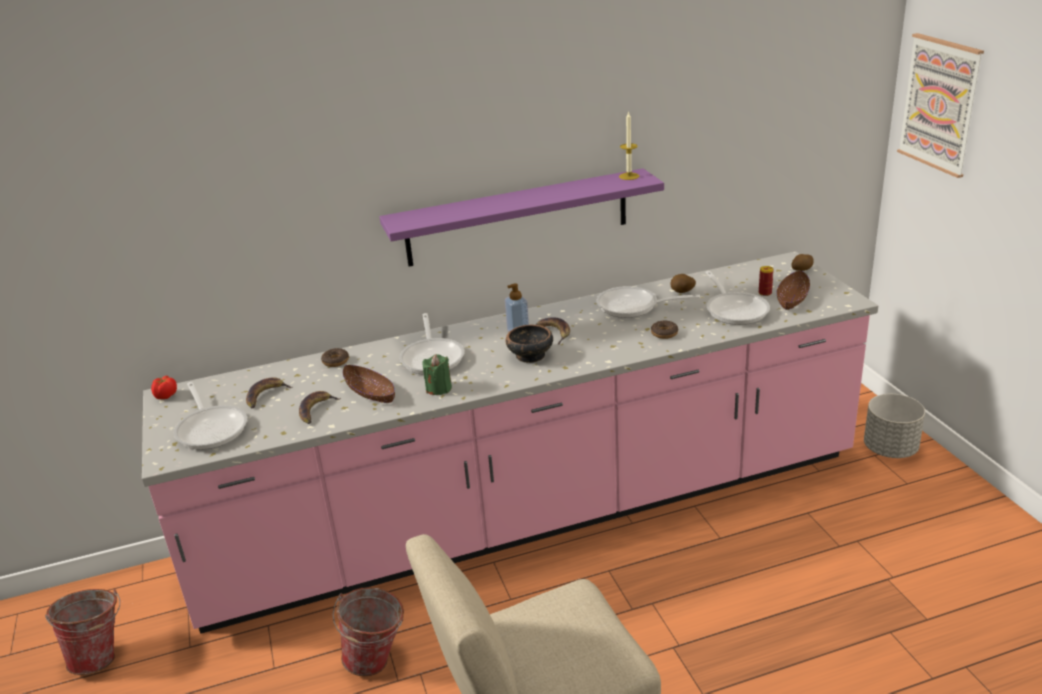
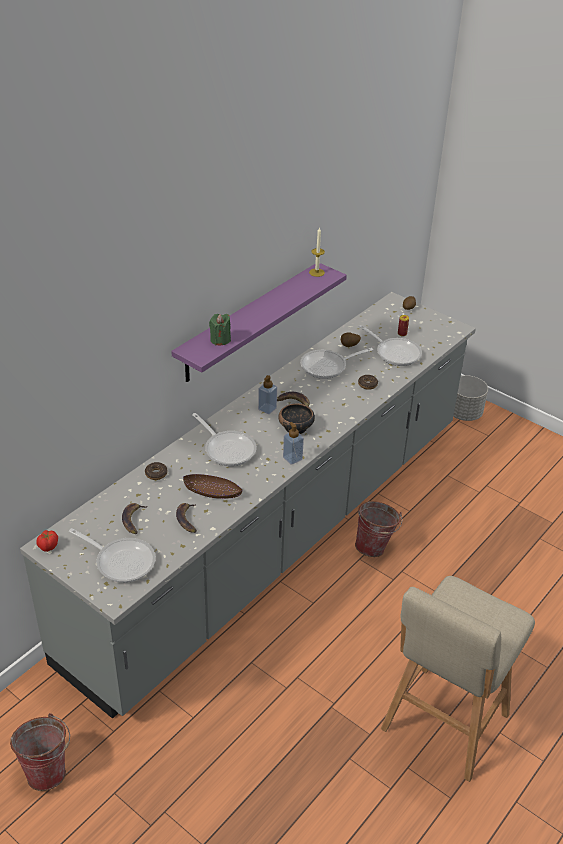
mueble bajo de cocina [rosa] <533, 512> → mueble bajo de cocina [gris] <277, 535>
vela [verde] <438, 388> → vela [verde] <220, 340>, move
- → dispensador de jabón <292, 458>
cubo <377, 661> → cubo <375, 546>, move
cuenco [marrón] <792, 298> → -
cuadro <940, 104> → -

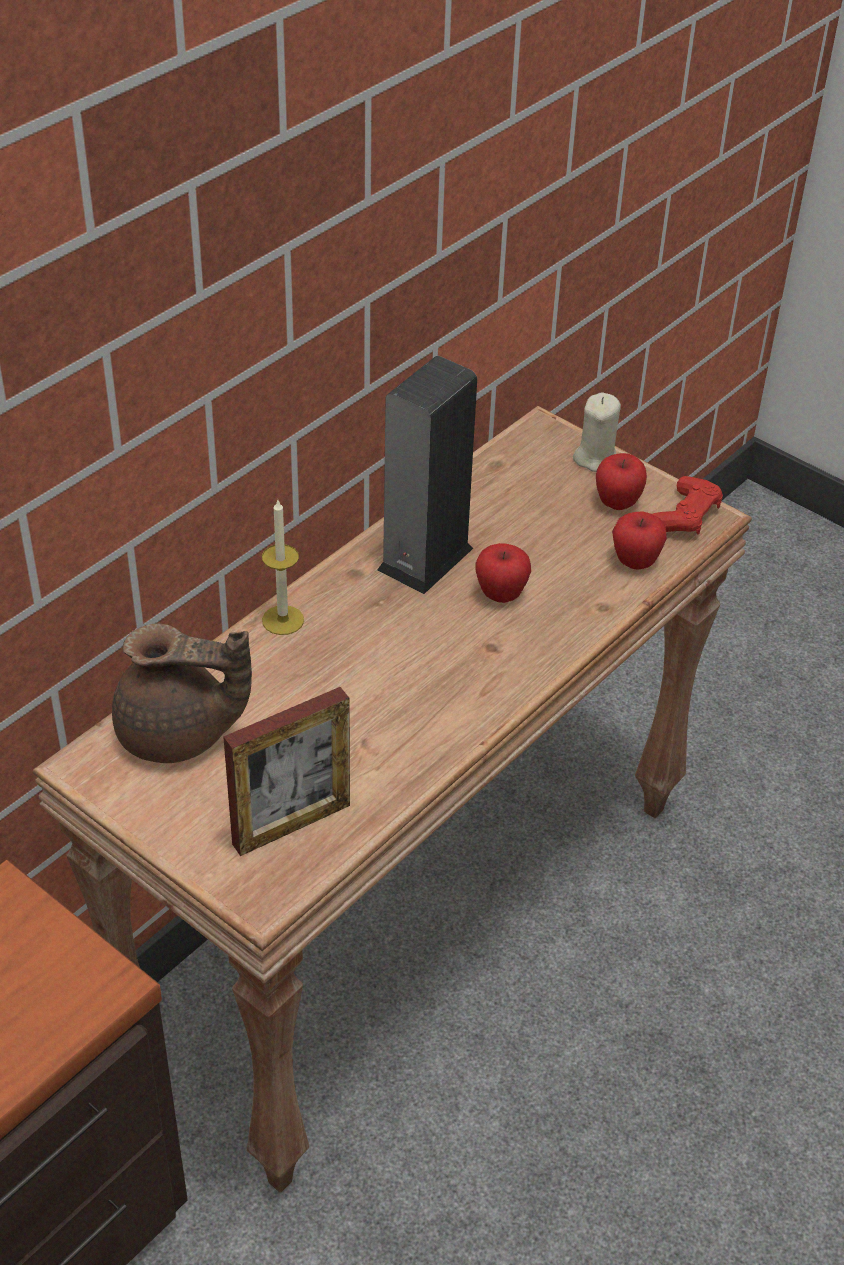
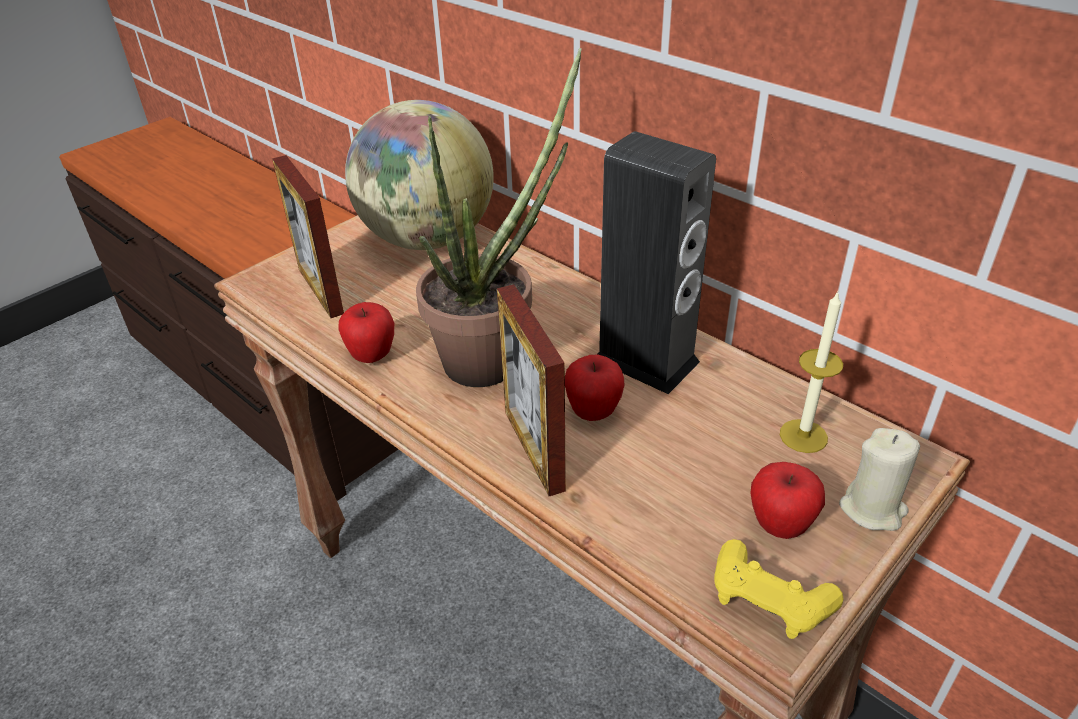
manzana <635, 562> → manzana <372, 356>, move
tetera [marrón] <178, 735> → globo terráqueo <427, 239>
- → planta en maceta <495, 355>
- → portarretratos <534, 450>
mando de consola [rojo] <684, 517> → mando de consola [amarillo] <768, 600>
vela <283, 620> → vela <803, 436>, move

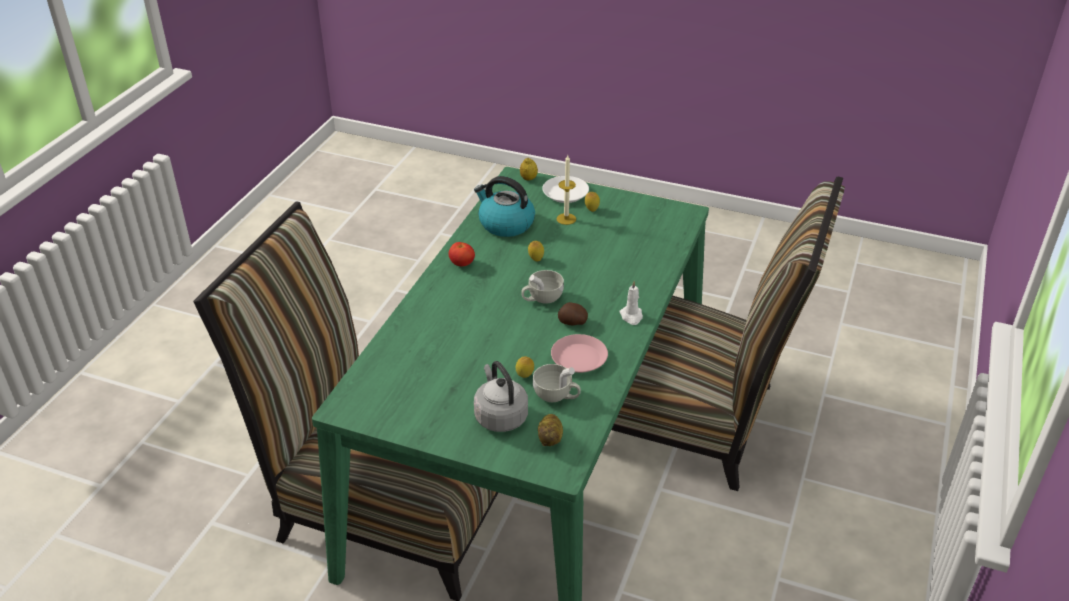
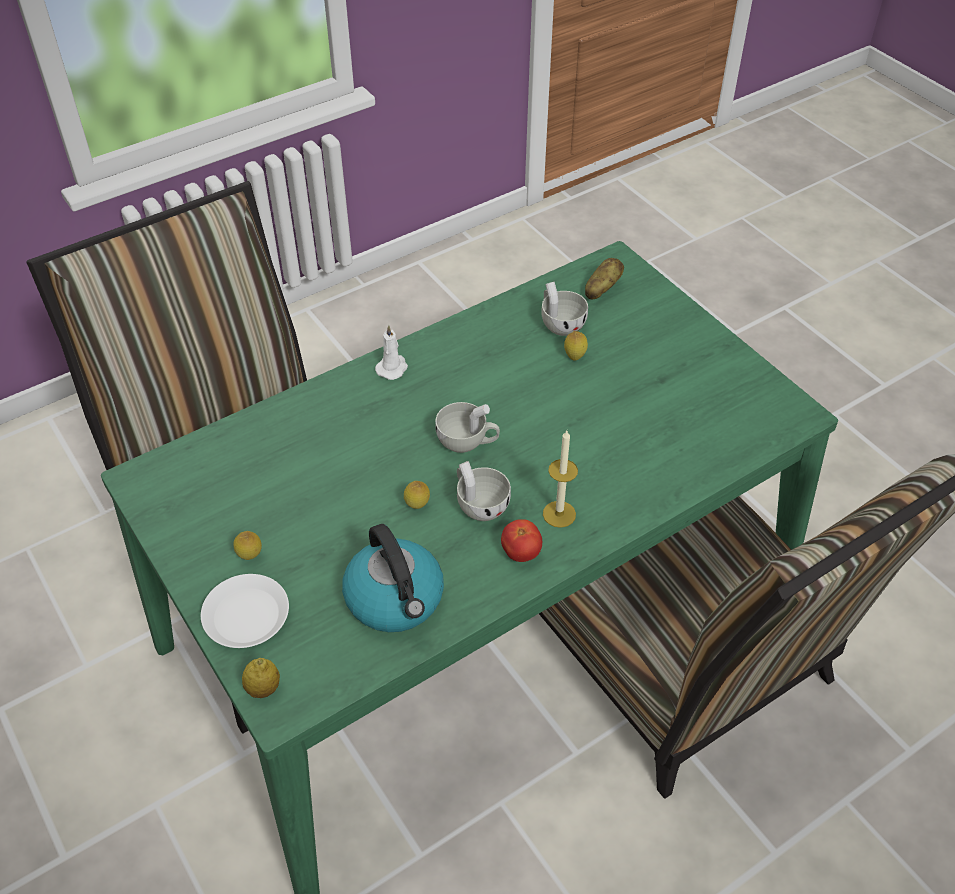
- → taza [blanco] <479, 504>
vela <566, 219> → vela <559, 514>, move
hervidor [gris] <500, 416> → -
plato [rosa] <579, 358> → -
patata <572, 323> → -

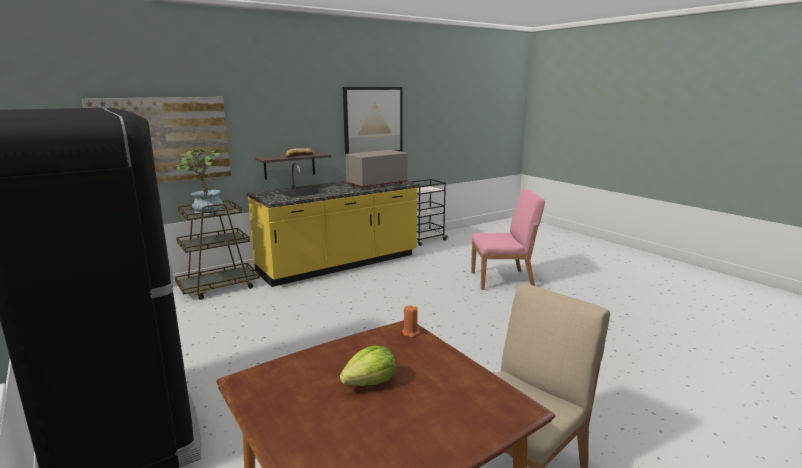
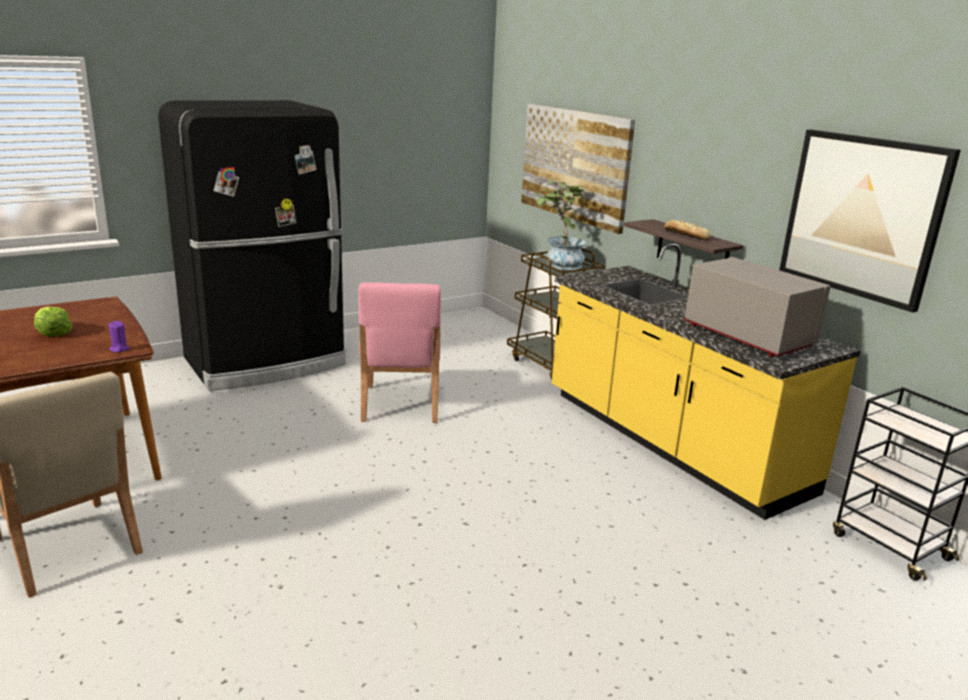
vela [naranja] <410, 333> → vela [morado] <119, 349>
silla [rosa] <503, 280> → silla [rosa] <400, 404>, move

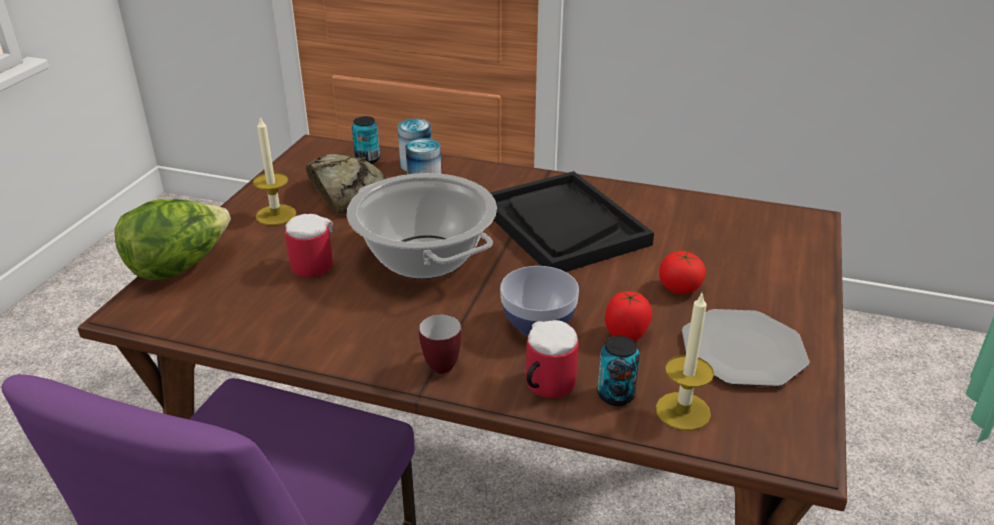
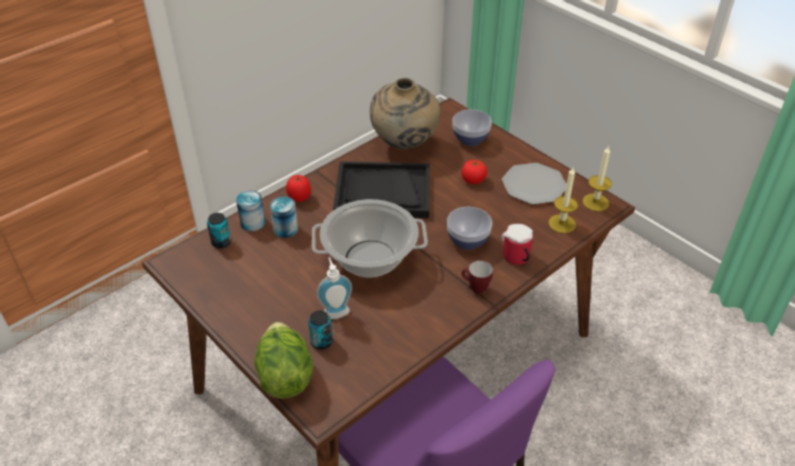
tomate <626, 334> → tomate <299, 197>, move
lata <615, 395> → lata <321, 342>, move
taza grande <309, 264> → dispensador de jabón <335, 311>
- → florero [beis] <405, 144>
- → cuenco <470, 139>
vela <276, 215> → vela <595, 202>, move
pan <346, 192> → -

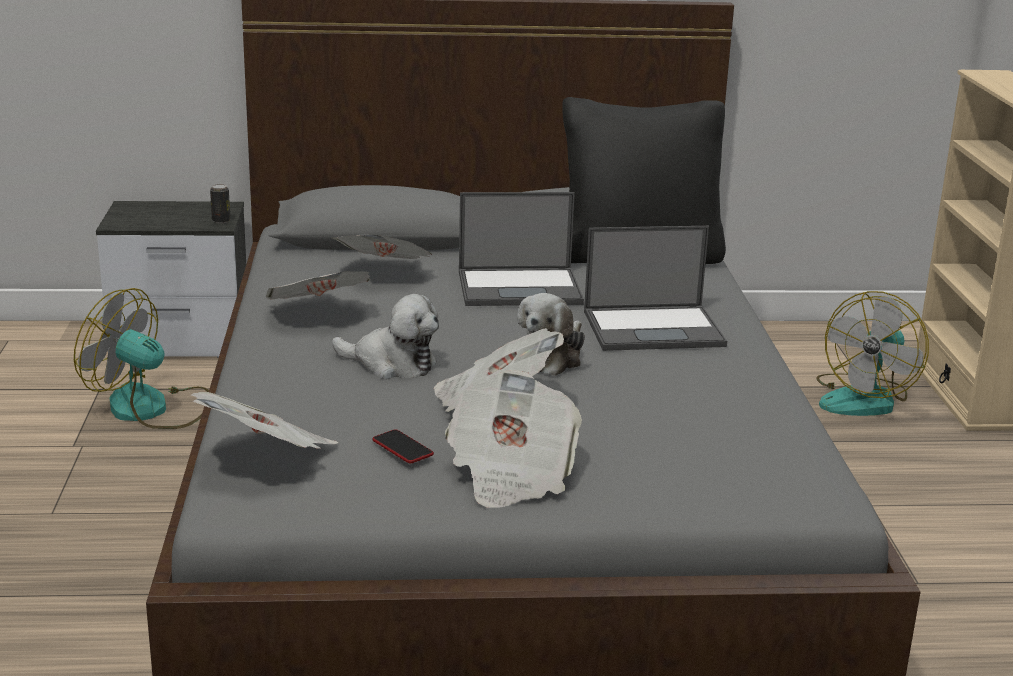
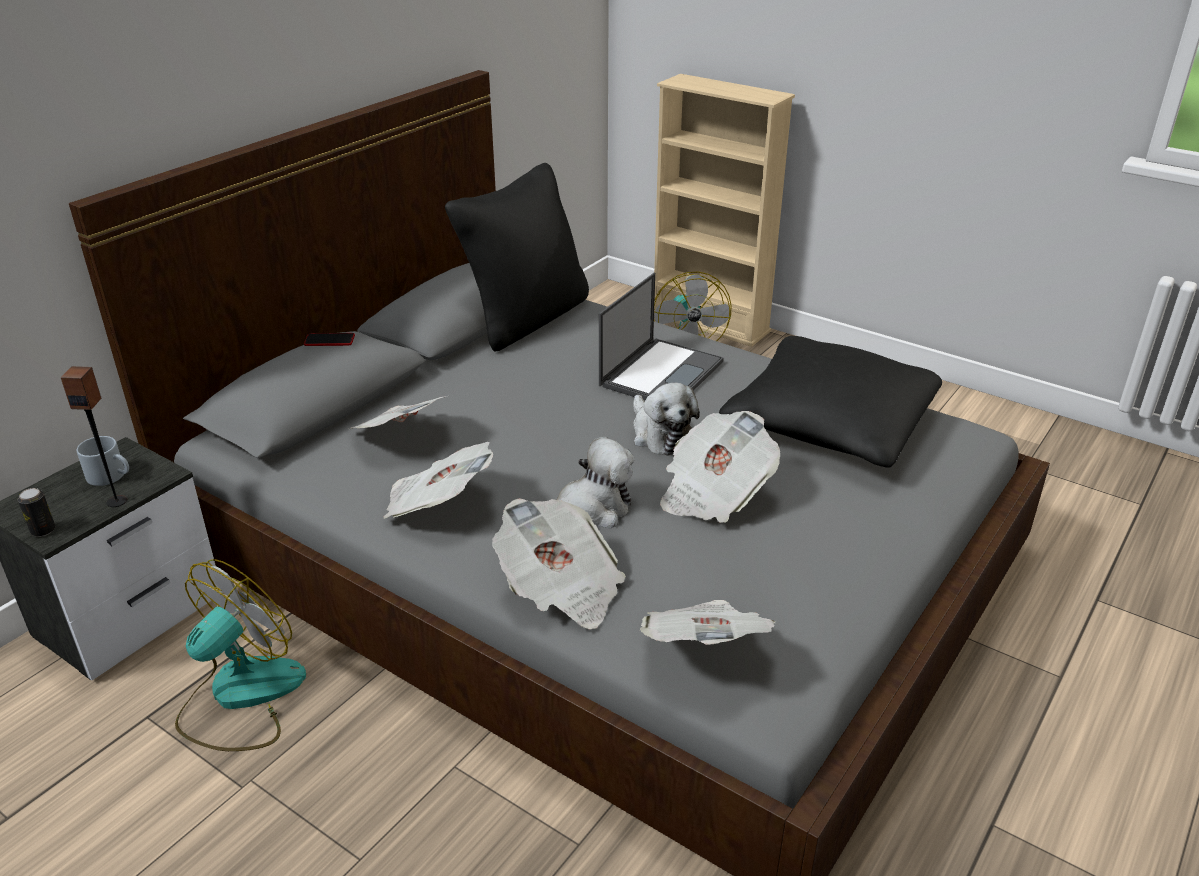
lata <221, 221> → lata <43, 530>, move
- → altavoz <117, 501>
- → taza grande [gris] <112, 476>
ventilador <151, 408> → ventilador <240, 697>, 150 degrees clockwise
móvil <402, 448> → móvil <329, 340>, move
periódico <511, 473> → periódico <561, 588>, move
- → cojín [negro] <829, 424>
portátil <521, 288> → -

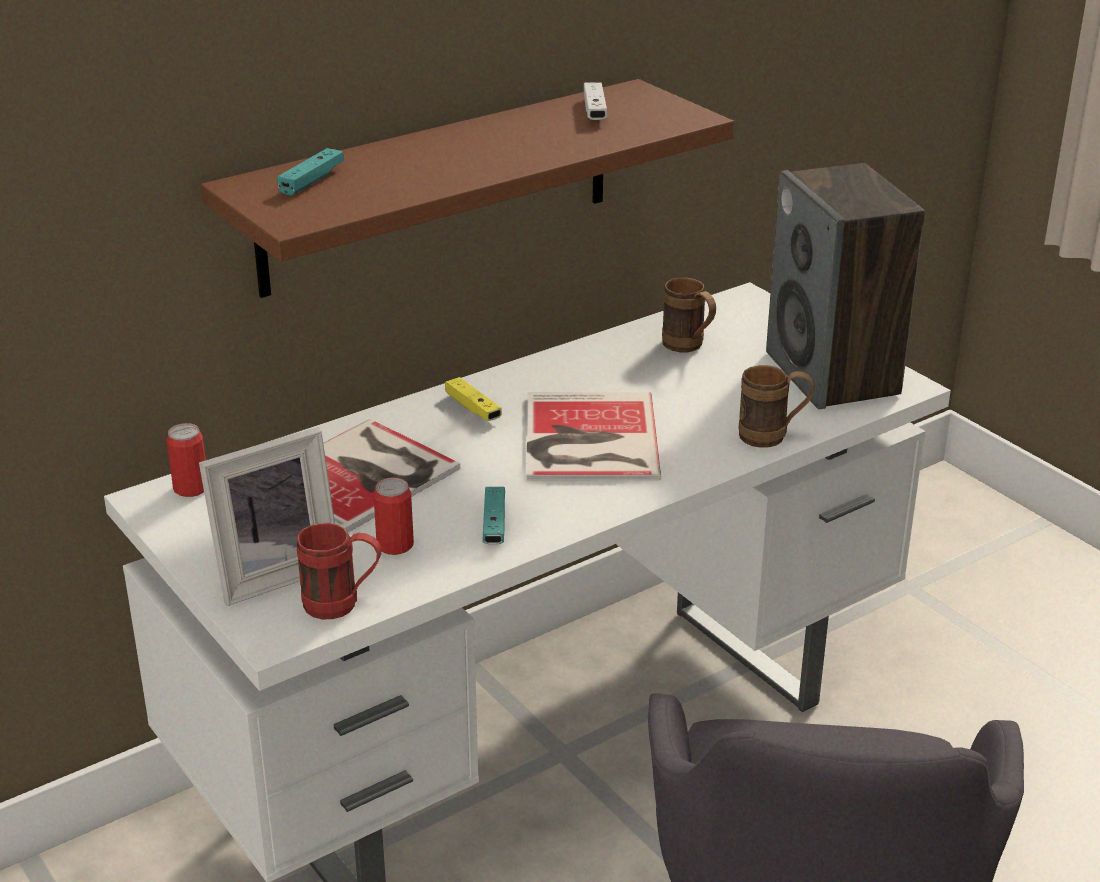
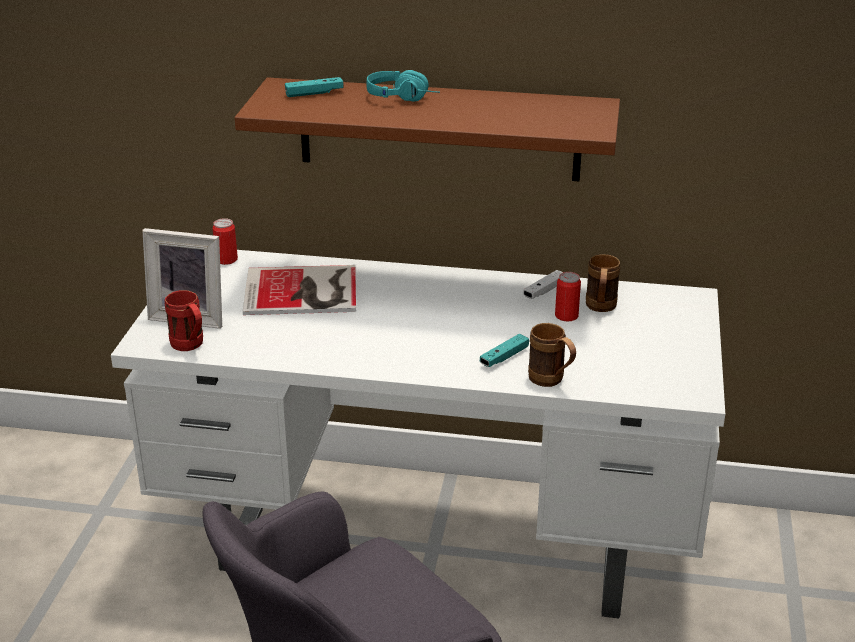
- → auriculares [turquesa] <404, 97>
mando de consola [turquesa] <494, 525> → mando de consola [turquesa] <504, 357>, move
mando de consola [blanco] <594, 111> → mando de consola [blanco] <544, 291>, move
lata <395, 545> → lata <566, 316>, move
mando de consola [amarillo] <473, 408> → -
libro <587, 440> → -
altavoz <833, 374> → -

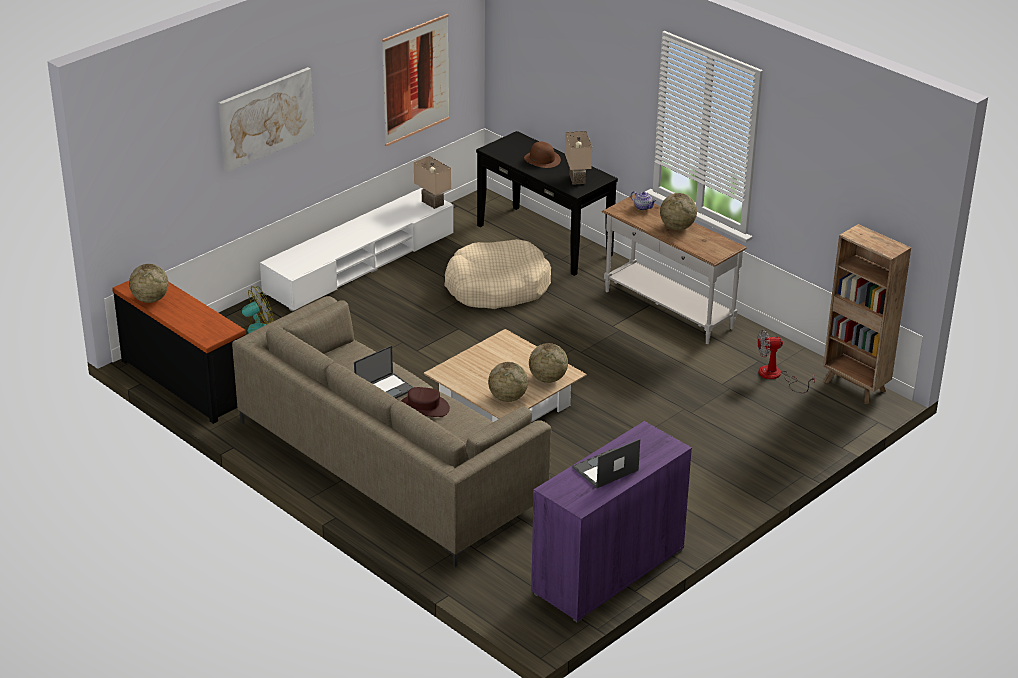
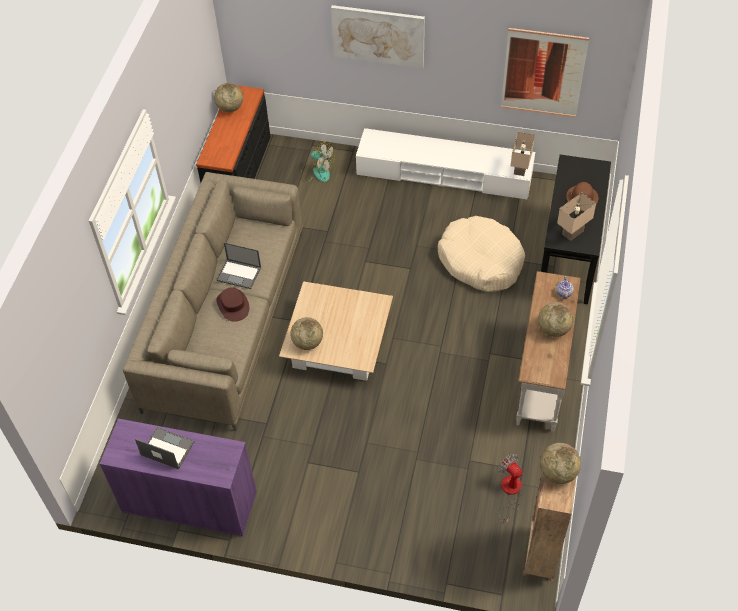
globo terráqueo <547, 379> → globo terráqueo <558, 472>, move

